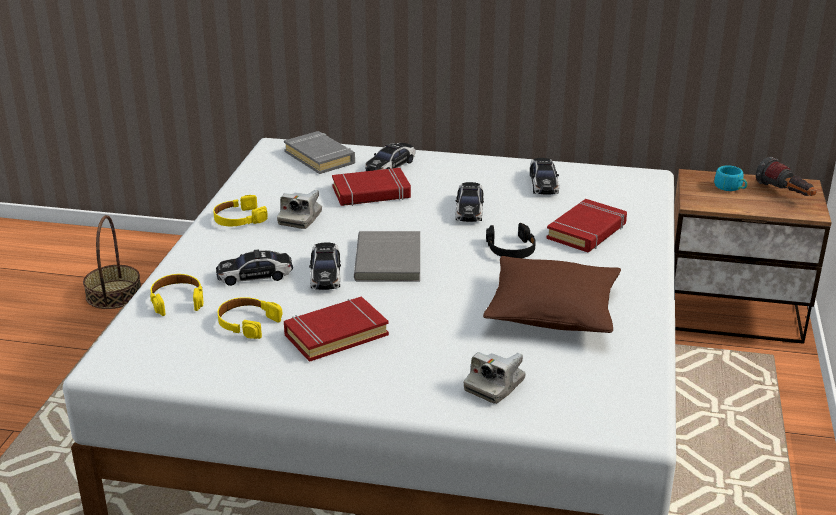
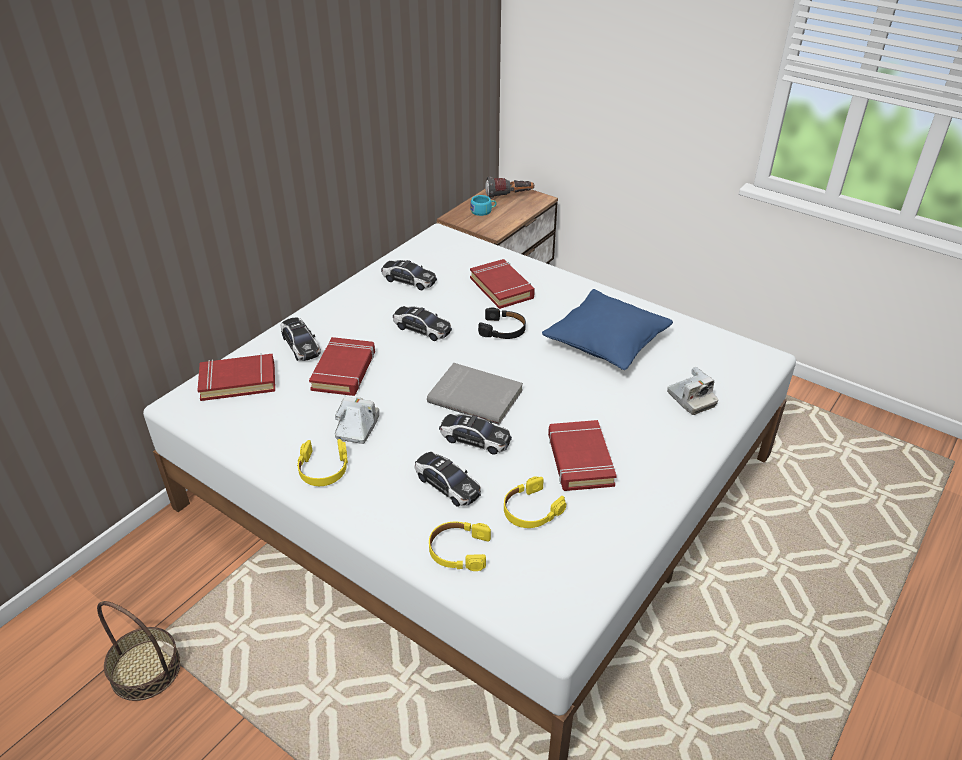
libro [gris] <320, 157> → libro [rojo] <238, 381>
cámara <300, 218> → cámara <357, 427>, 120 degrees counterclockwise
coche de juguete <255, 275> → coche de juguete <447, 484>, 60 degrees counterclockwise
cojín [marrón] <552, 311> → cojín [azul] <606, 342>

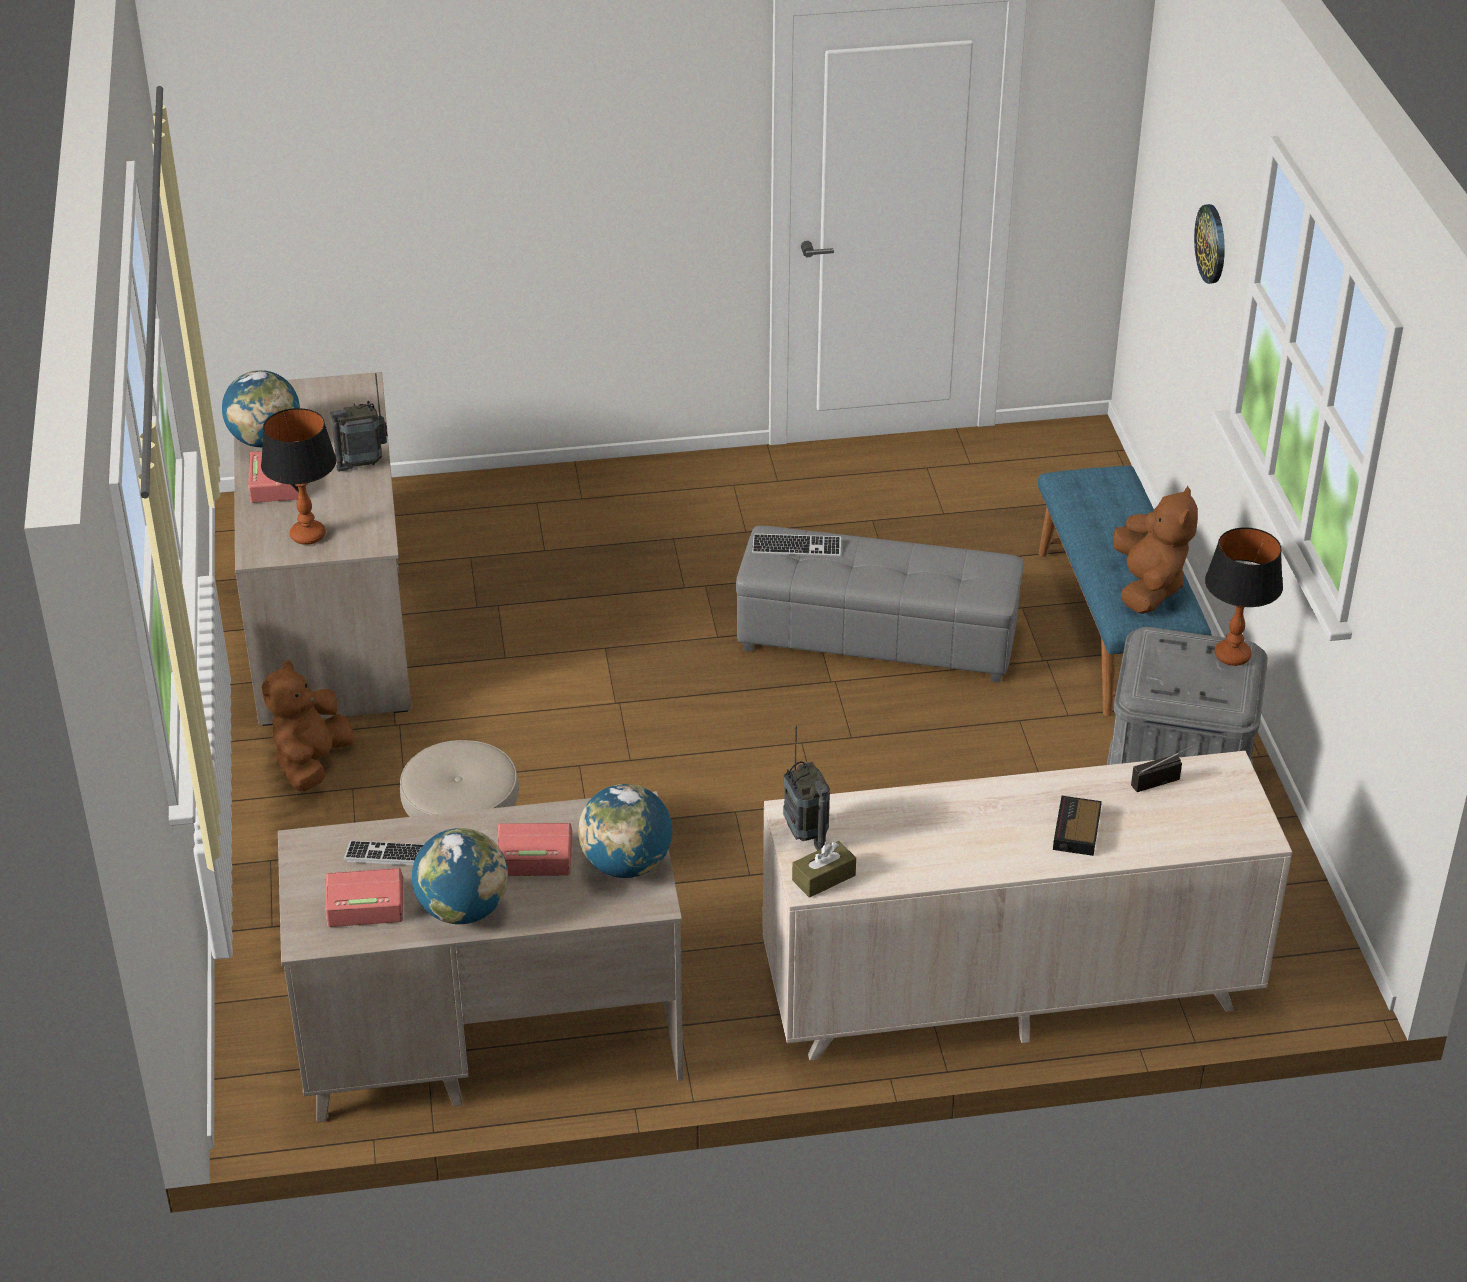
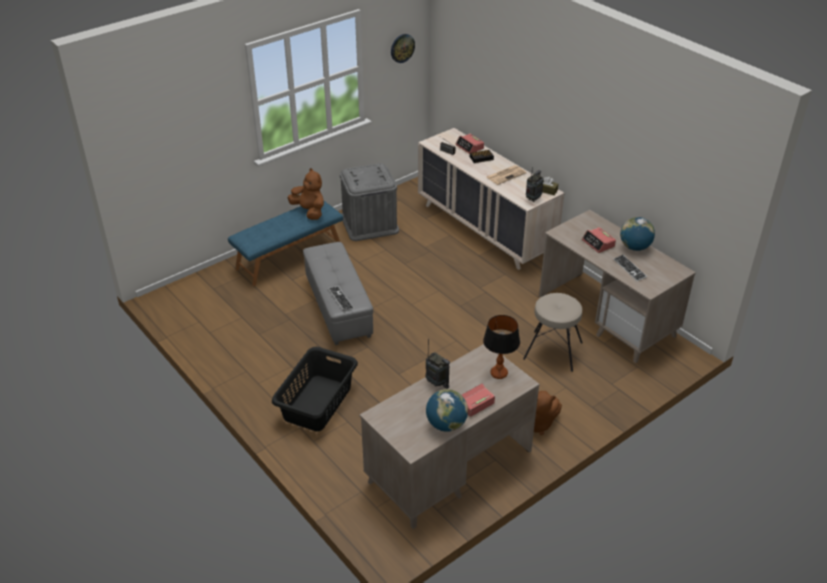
- → cesto de la ropa [negro] <316, 403>
peluche [marrón] <1148, 587> → peluche [marrón] <309, 211>, 75 degrees clockwise
reloj de pared <1212, 243> → reloj de pared <402, 48>, move
despertador <365, 903> → despertador <469, 147>, move
- → periódico <506, 175>
globo terráqueo <626, 865> → -
lámpara de mesa <1232, 655> → -

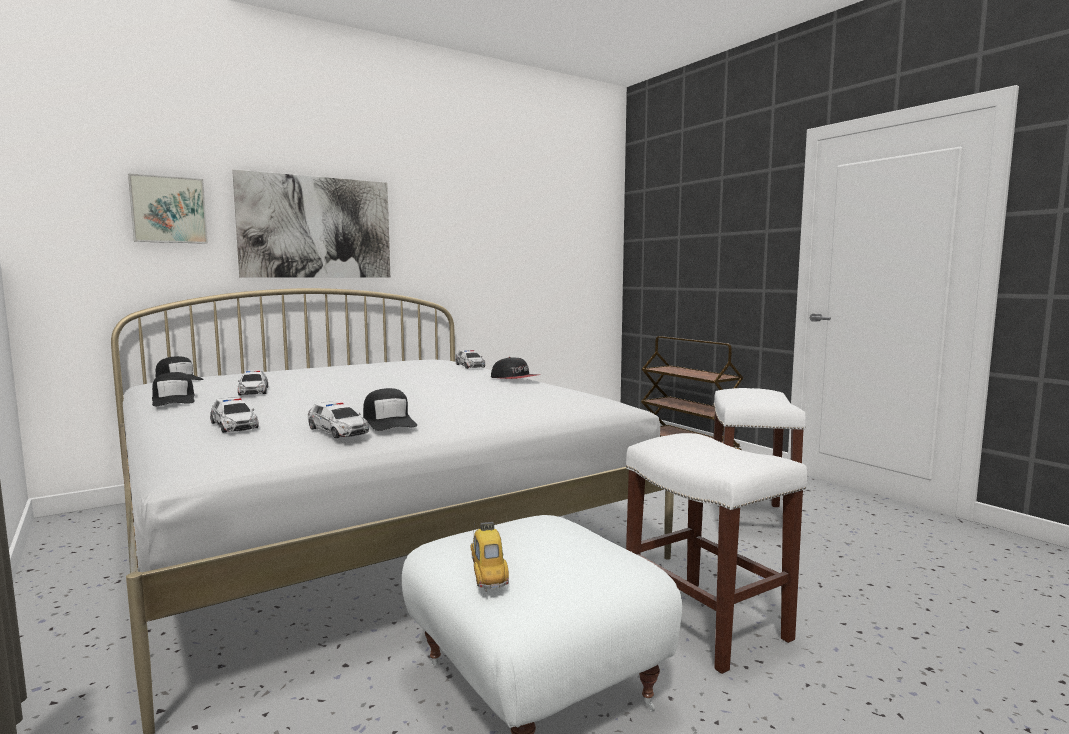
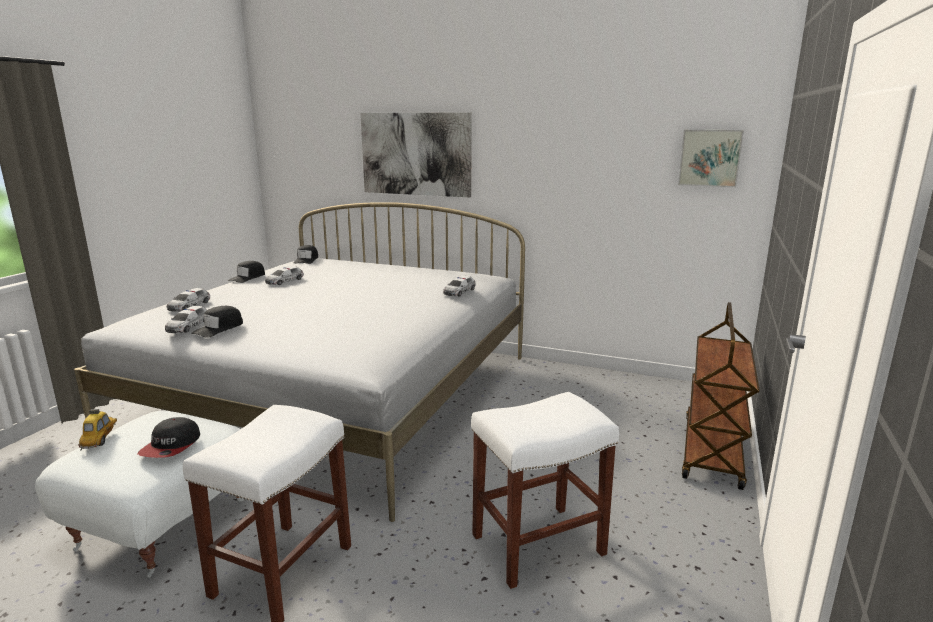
coche de juguete <487, 575> → coche de juguete <100, 439>, 45 degrees counterclockwise
gorra <515, 378> → gorra <171, 446>, move
cuadro <168, 210> → cuadro <709, 158>, move

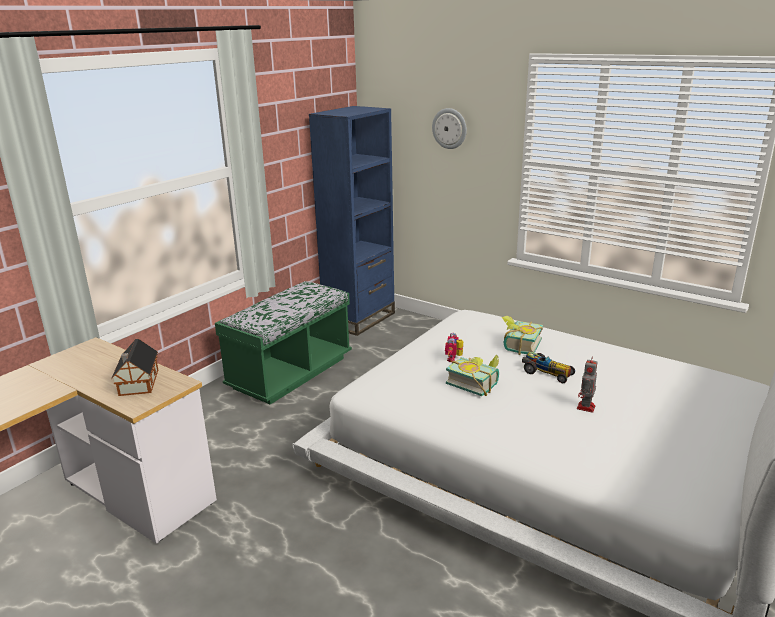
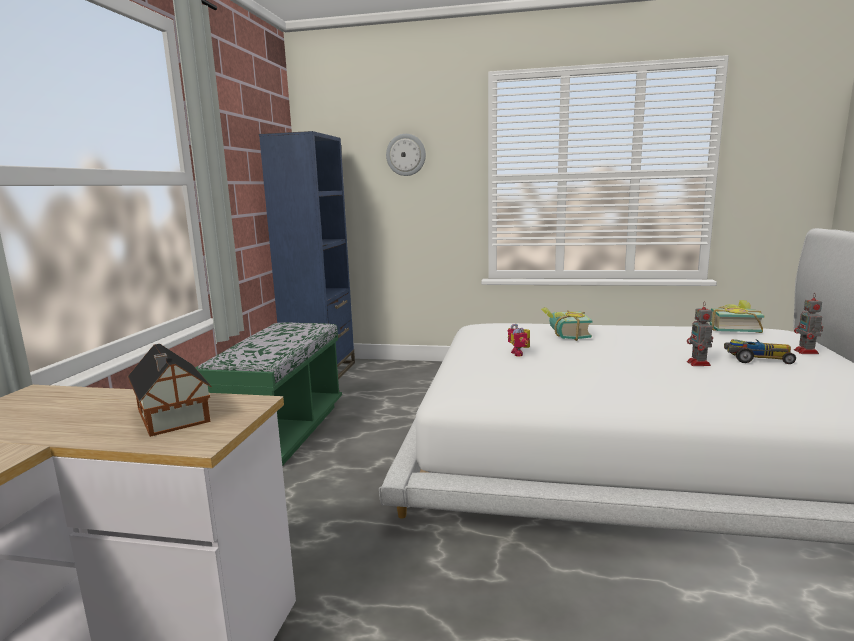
libro <474, 383> → libro <733, 329>, move
coche de juguete <546, 372> → coche de juguete <756, 359>, move
- → robot de juguete <806, 352>

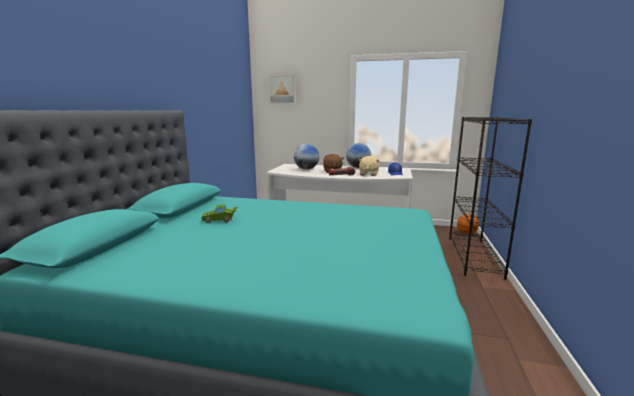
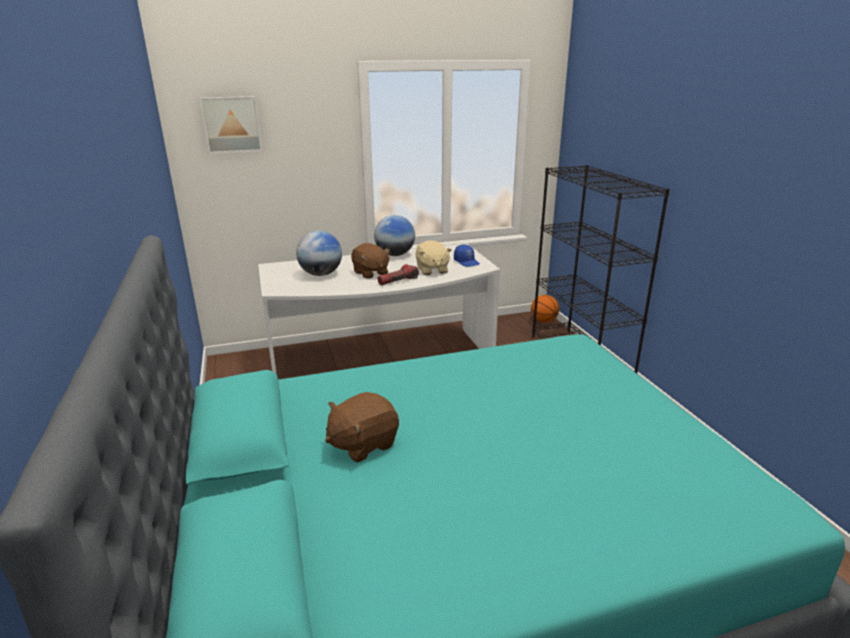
coche de juguete [verde] <220, 220> → peluche [marrón] <362, 444>

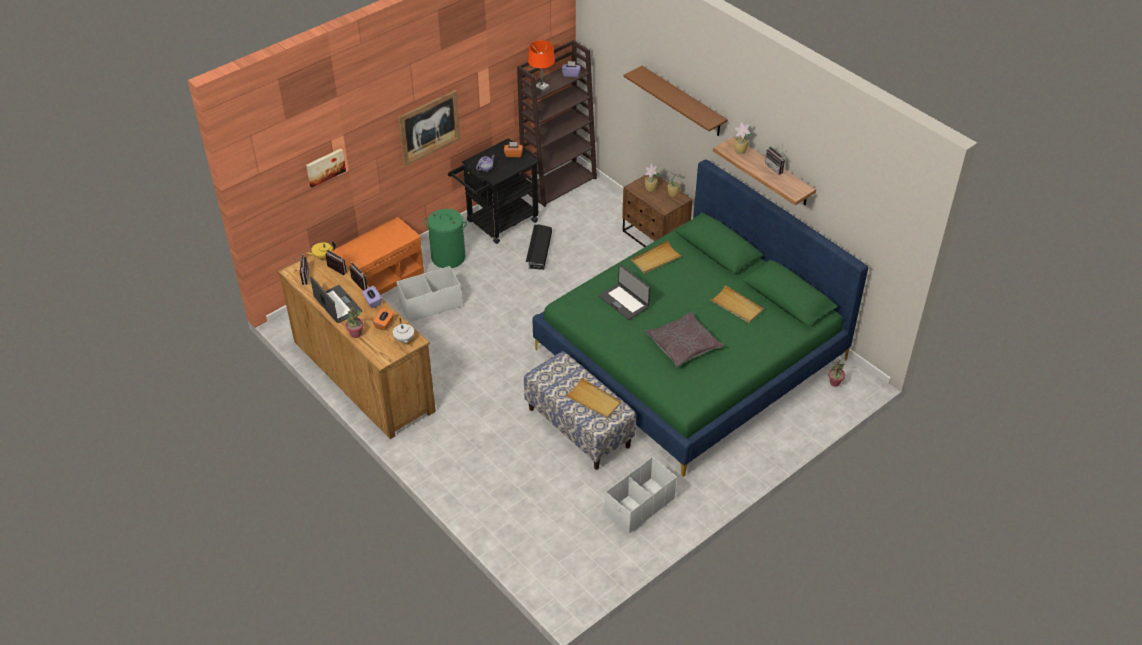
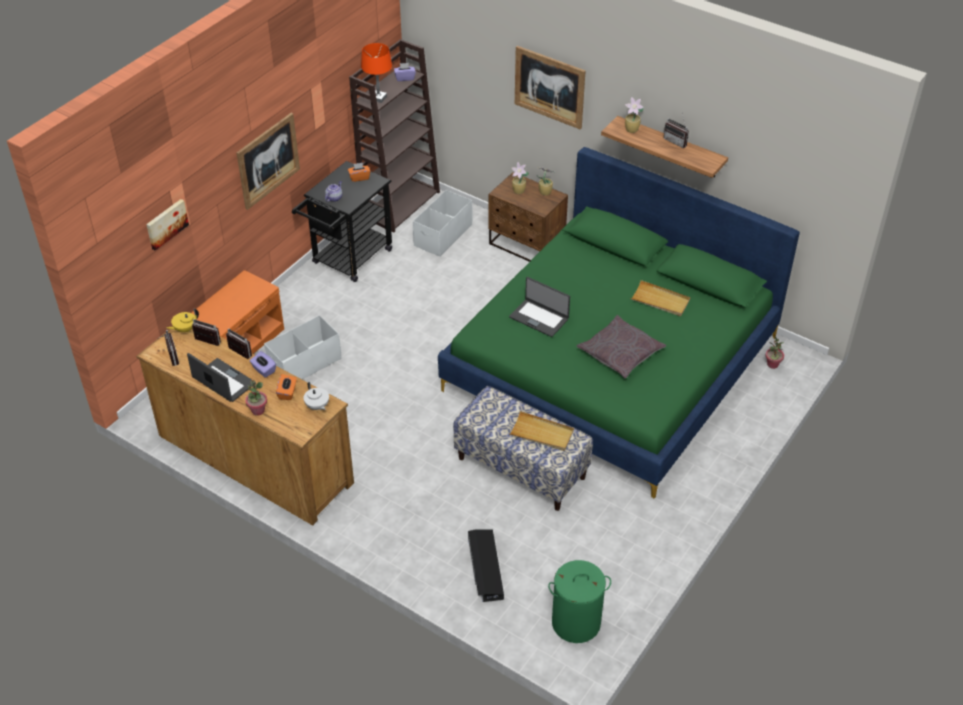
caja de almacenaje [blanco] <639, 505> → caja de almacenaje [blanco] <442, 235>, move
caja de almacenaje [negro] <538, 250> → caja de almacenaje [negro] <485, 568>, move
estante [marrón] <683, 101> → cuadro <549, 87>
cesto de la ropa [verde] <448, 257> → cesto de la ropa [verde] <575, 623>, move
bandeja [beis] <656, 259> → -

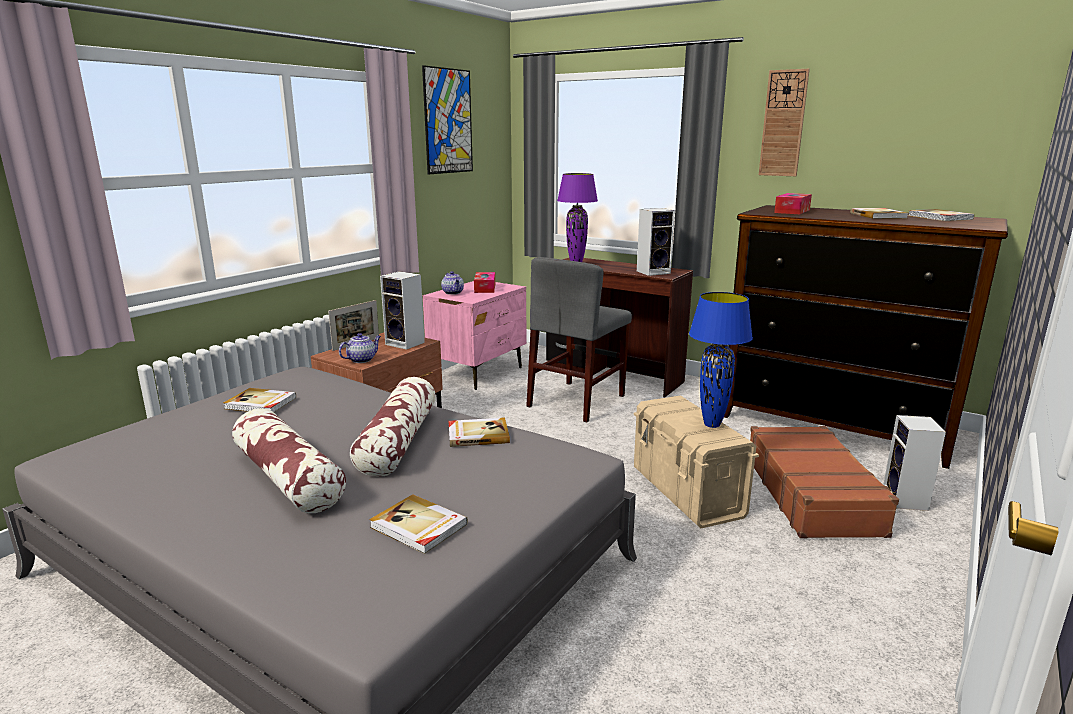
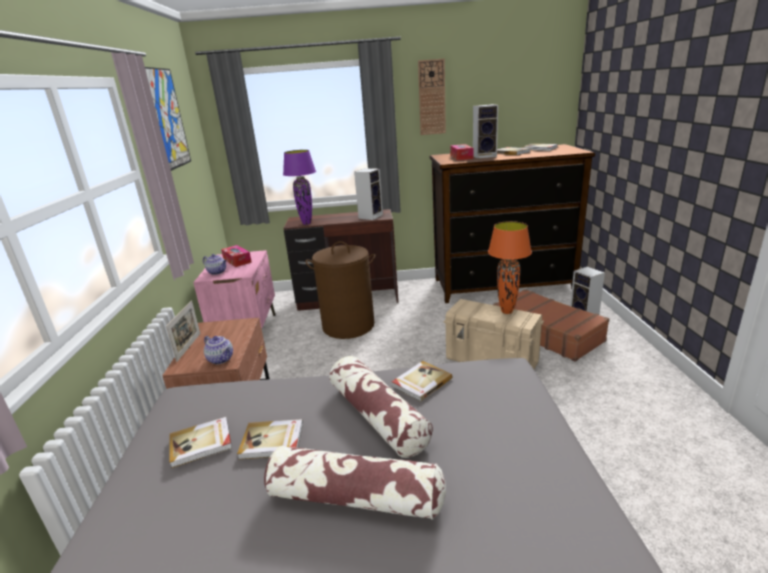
tetera <362, 360> → tetera <221, 359>, 120 degrees clockwise
libro <418, 527> → libro <272, 441>, move
silla [gris] <576, 401> → cesto de la ropa [marrón] <348, 326>
altavoz <406, 343> → altavoz <485, 156>, move
lámpara de mesa [azul] <711, 424> → lámpara de mesa [naranja] <506, 311>

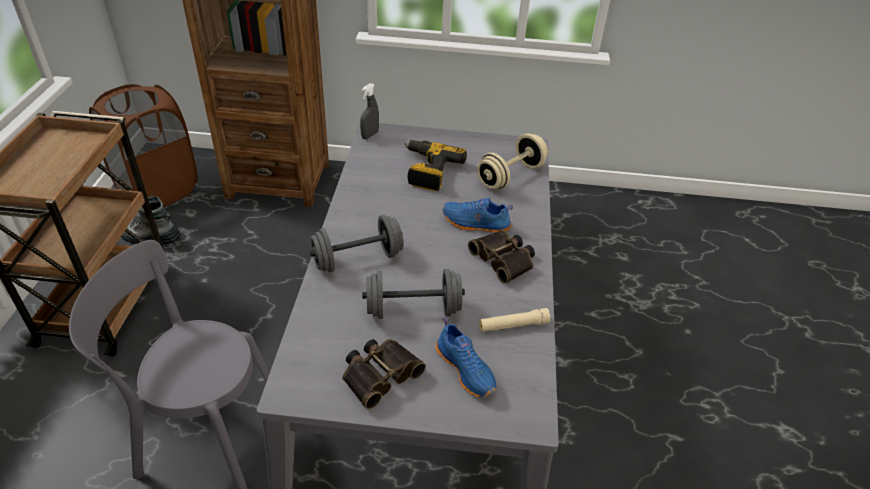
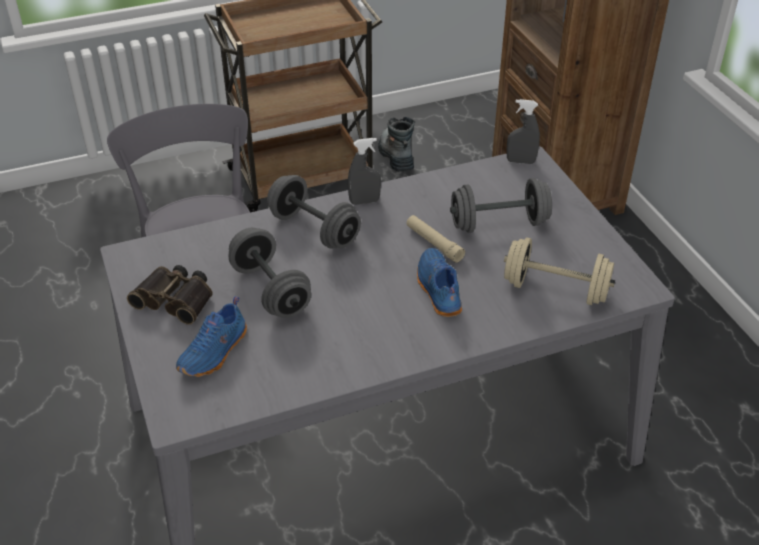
- → pulverizador [gris] <364, 201>
linterna [beis] <513, 325> → linterna [beis] <434, 243>, move
taladro <428, 171> → mancuerna [gris] <499, 223>
cesto de la ropa [marrón] <158, 190> → -
prismáticos <504, 259> → -

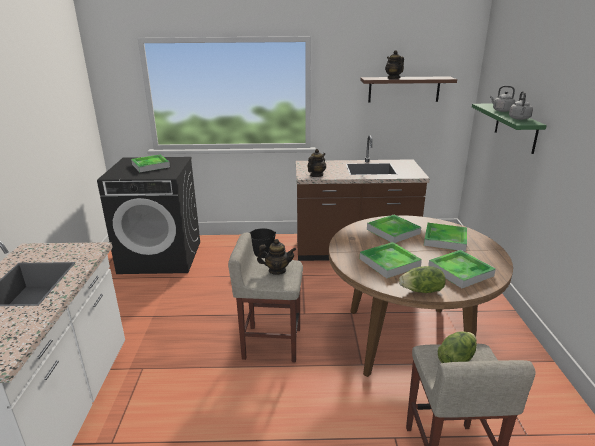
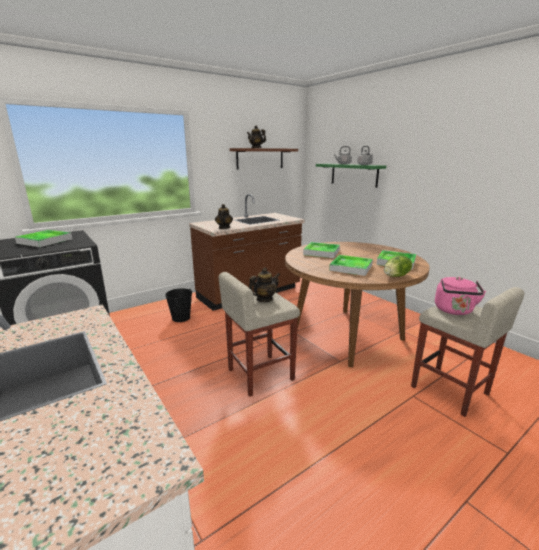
lechuga <455, 360> → hervidor [rosa] <454, 311>
bandeja <445, 239> → -

